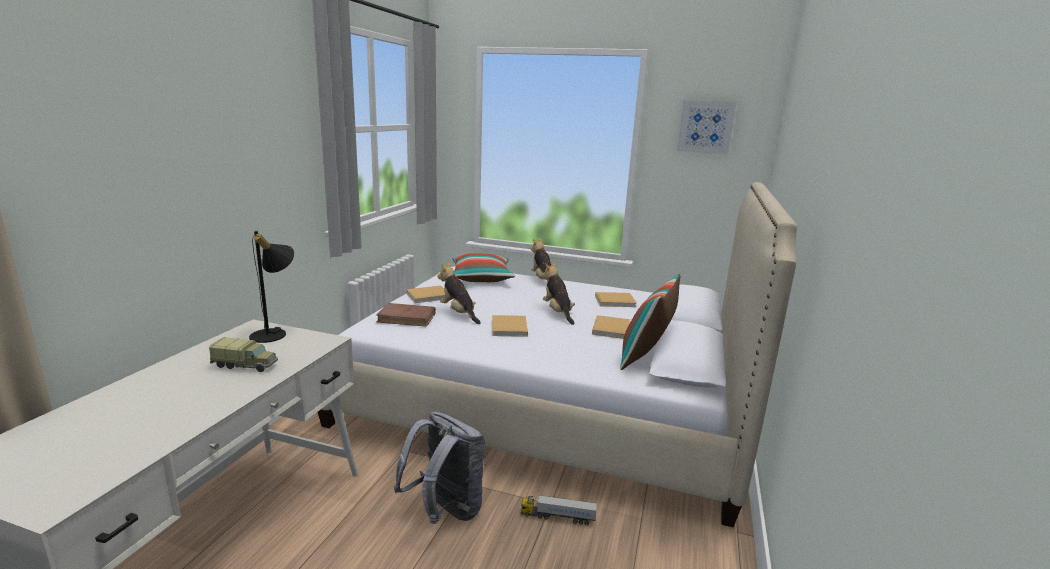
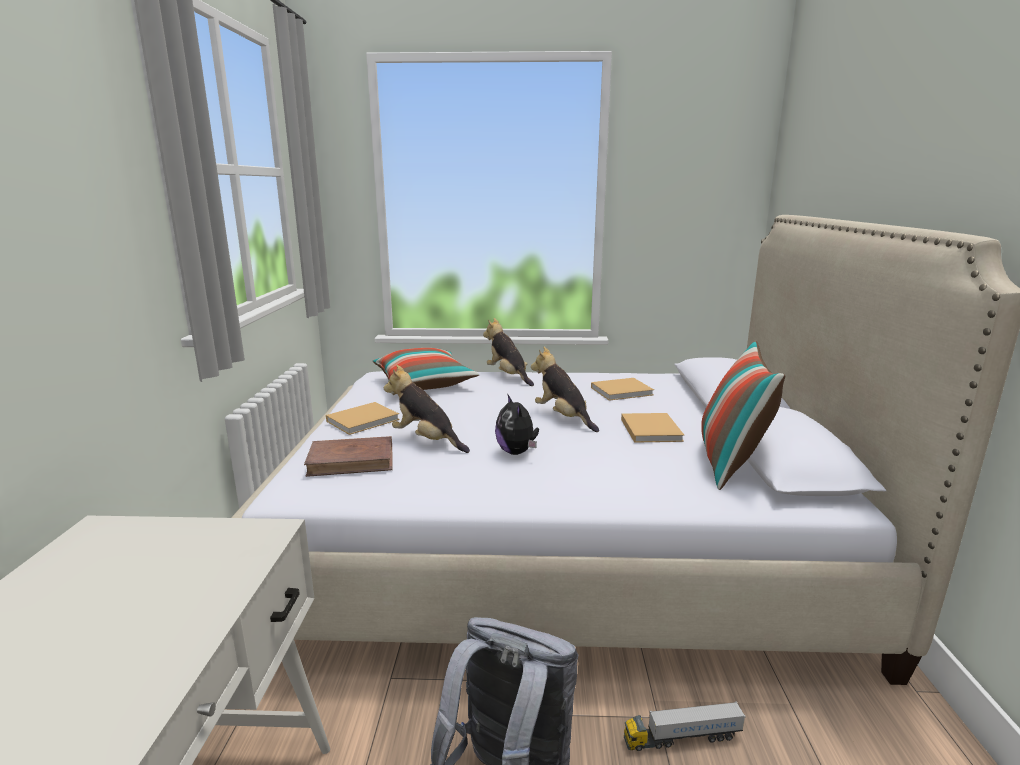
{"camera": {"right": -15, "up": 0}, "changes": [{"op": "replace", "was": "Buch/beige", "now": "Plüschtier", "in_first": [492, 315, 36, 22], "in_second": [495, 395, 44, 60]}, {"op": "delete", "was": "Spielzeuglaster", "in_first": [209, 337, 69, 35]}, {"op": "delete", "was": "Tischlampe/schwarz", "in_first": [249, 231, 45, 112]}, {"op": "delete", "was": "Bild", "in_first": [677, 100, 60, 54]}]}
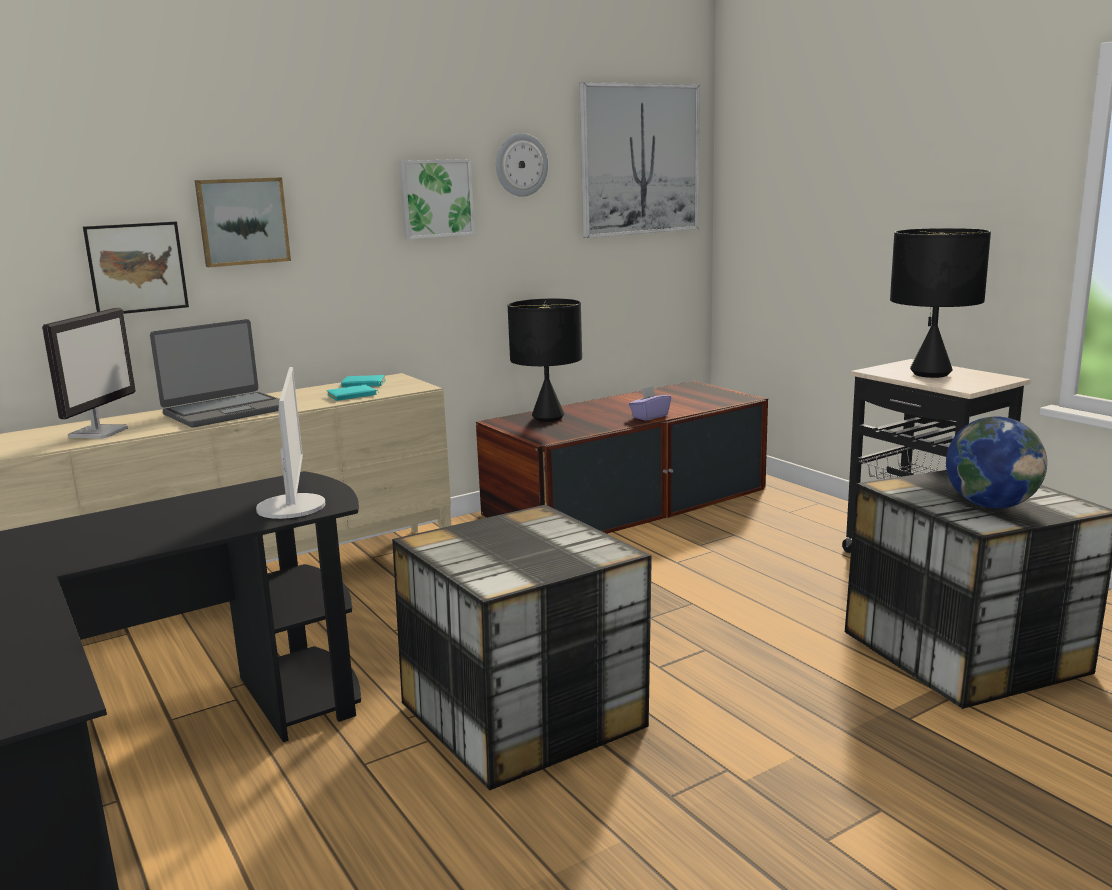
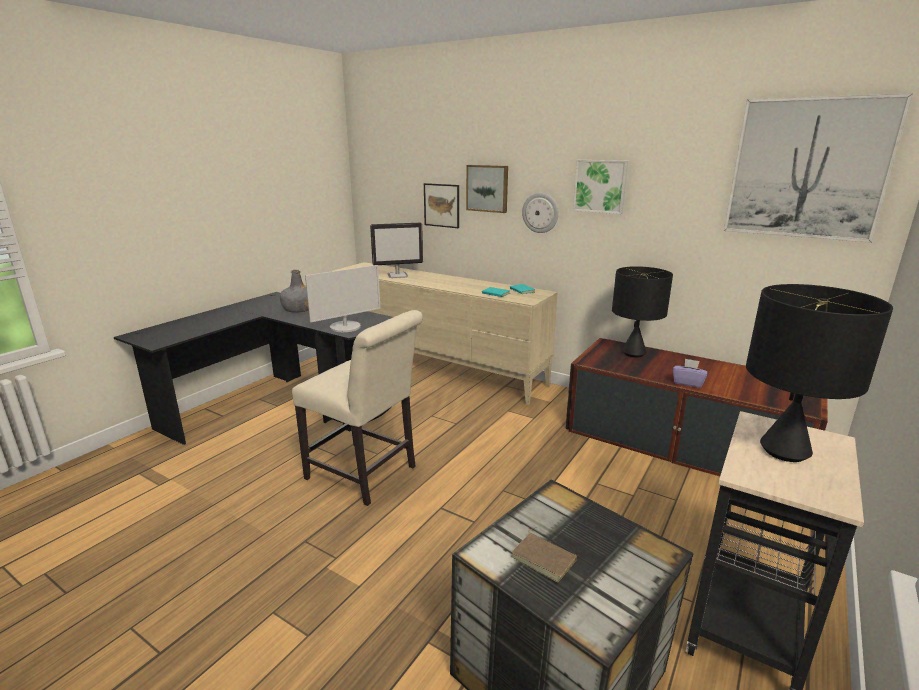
{"camera": {"right": 65, "up": 5}, "changes": [{"op": "insert", "now": "Flasche/grau", "in_second": [280, 270, 29, 43]}, {"op": "replace", "was": "Aufbewahrungsbox", "now": "Stuhl/beige", "in_first": [392, 505, 260, 285], "in_second": [292, 310, 131, 196]}, {"op": "replace", "was": "Globus", "now": "Buch/braun", "in_first": [946, 417, 101, 92], "in_second": [511, 527, 66, 56]}, {"op": "move", "was": "Wanduhr", "in_first": [496, 133, 52, 64], "in_second": [522, 193, 37, 40]}, {"op": "delete", "was": "Laptop", "in_first": [150, 319, 130, 109]}]}
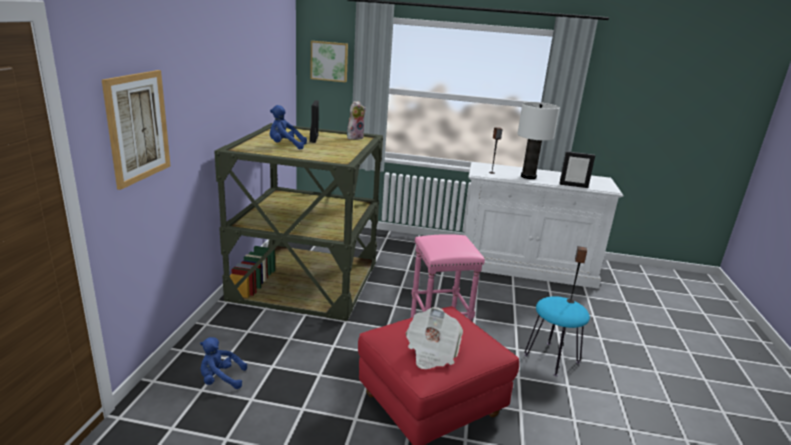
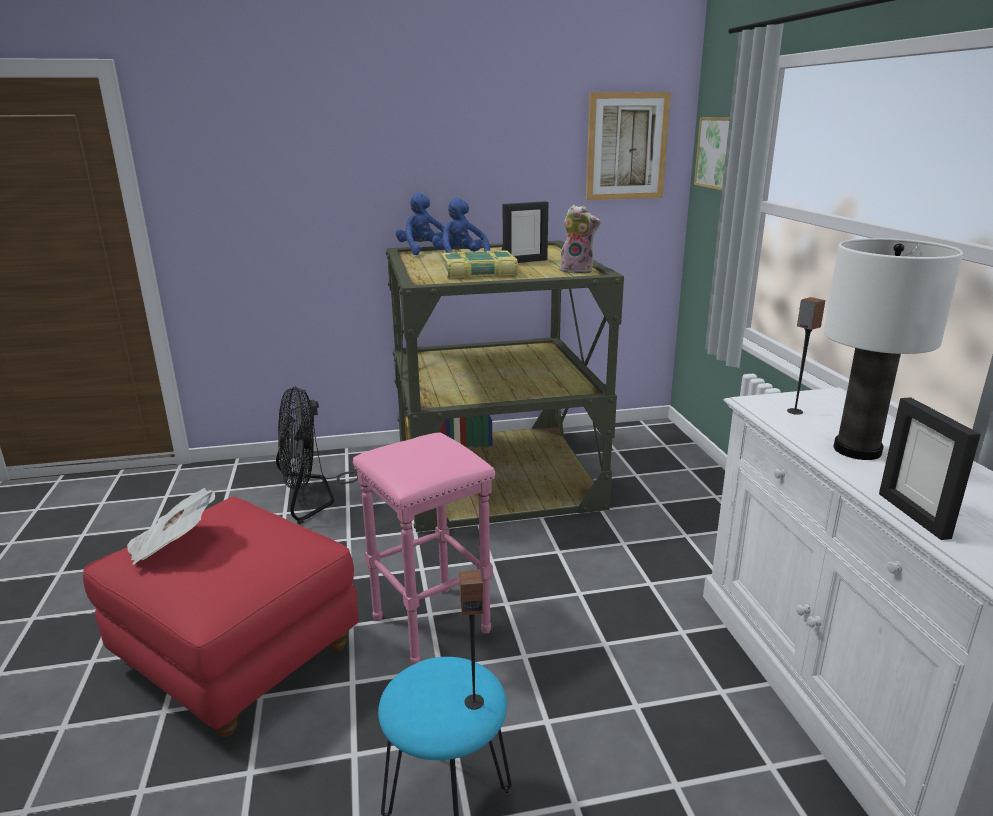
{"camera": {"right": 70, "up": 0}, "changes": [{"op": "insert", "now": "Ventilator/schwarz", "in_second": [276, 387, 82, 138]}, {"op": "move", "was": "Plüschtier/blau", "in_first": [200, 337, 47, 52], "in_second": [396, 193, 50, 62]}, {"op": "insert", "now": "Buch", "in_second": [442, 250, 76, 28]}, {"op": "move", "was": "Bild", "in_first": [102, 70, 69, 120], "in_second": [586, 92, 85, 108]}]}
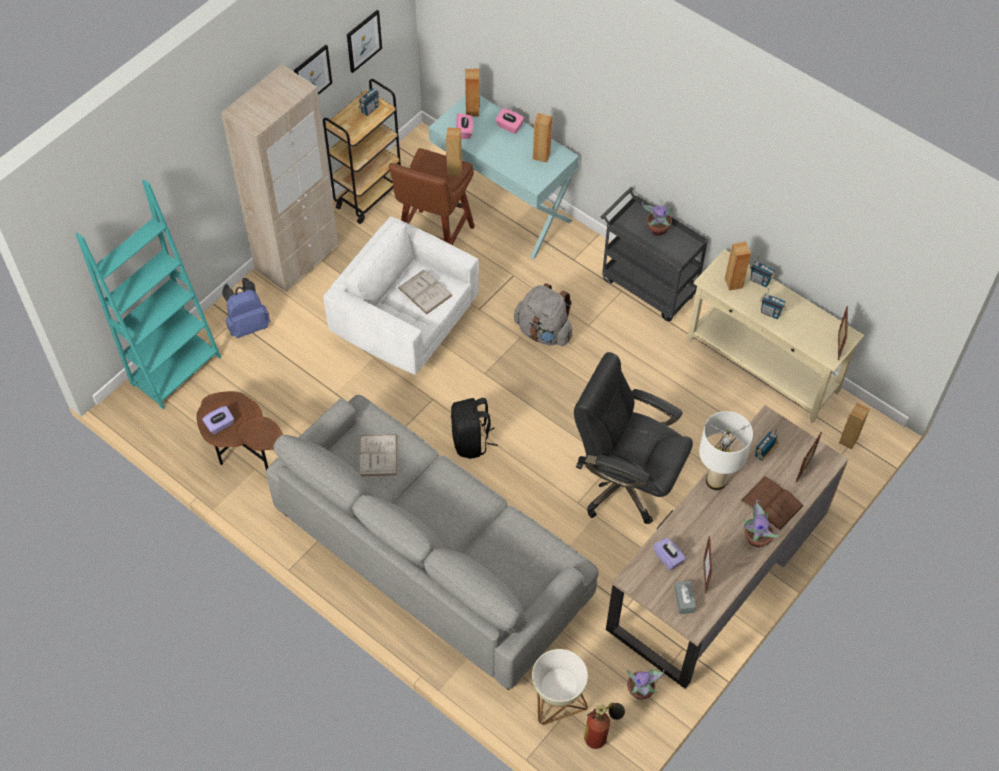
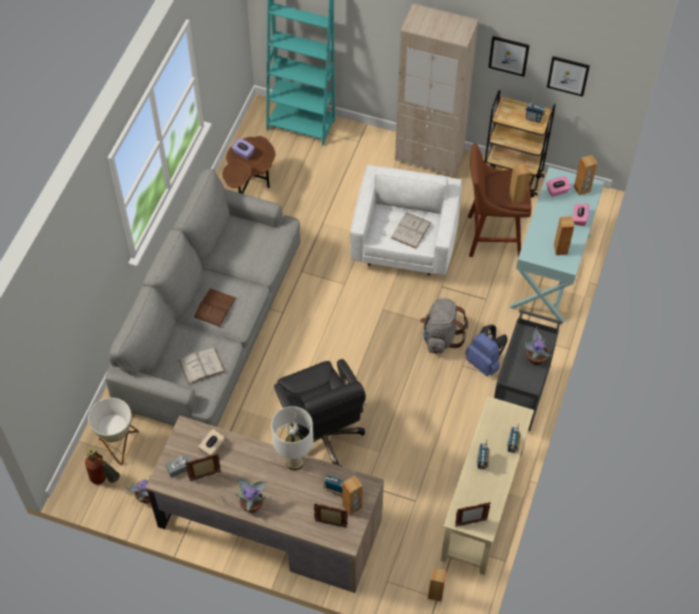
{"camera": {"right": 70, "up": 0}, "changes": [{"op": "move", "was": "Buch/weiß", "in_first": [360, 434, 37, 42], "in_second": [179, 348, 46, 36]}, {"op": "move", "was": "Buch/braun", "in_first": [741, 476, 63, 54], "in_second": [194, 288, 42, 39]}, {"op": "recolor", "was": "Taschentuchbox/lila", "now": "Taschentuchbox/beige", "in_first": [653, 538, 33, 32], "in_second": [198, 429, 26, 27]}, {"op": "rotate", "was": "Bürostuhl/schwarz", "in_first": [574, 352, 119, 172], "in_second": [274, 359, 93, 107], "clockwise": 150}, {"op": "move", "was": "Lautsprecher/braun", "in_first": [725, 241, 26, 50], "in_second": [342, 475, 21, 40]}, {"op": "move", "was": "Rucksack/blau", "in_first": [222, 278, 48, 60], "in_second": [465, 324, 43, 52]}, {"op": "delete", "was": "Rucksack/schwarz", "in_first": [451, 398, 47, 61]}]}
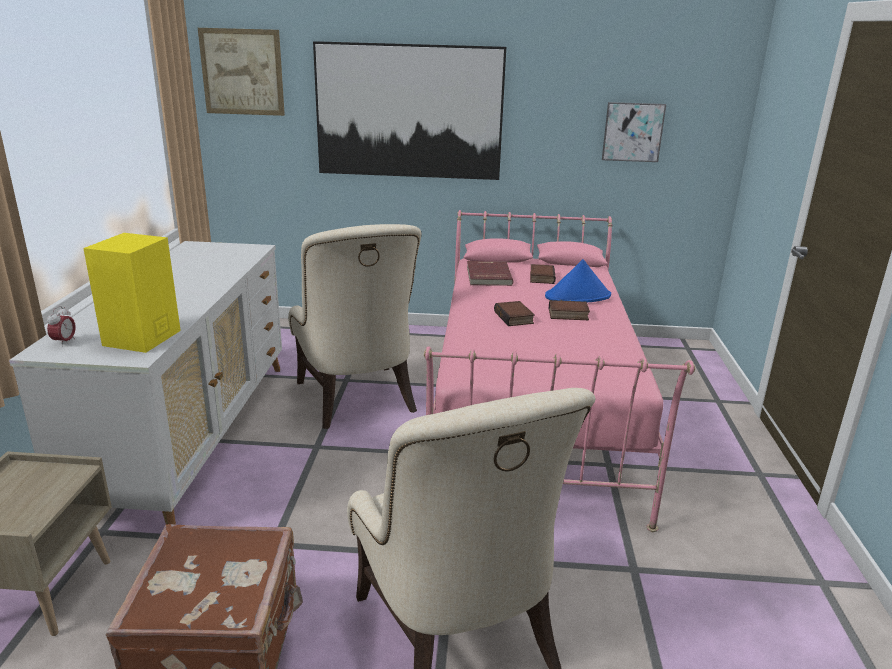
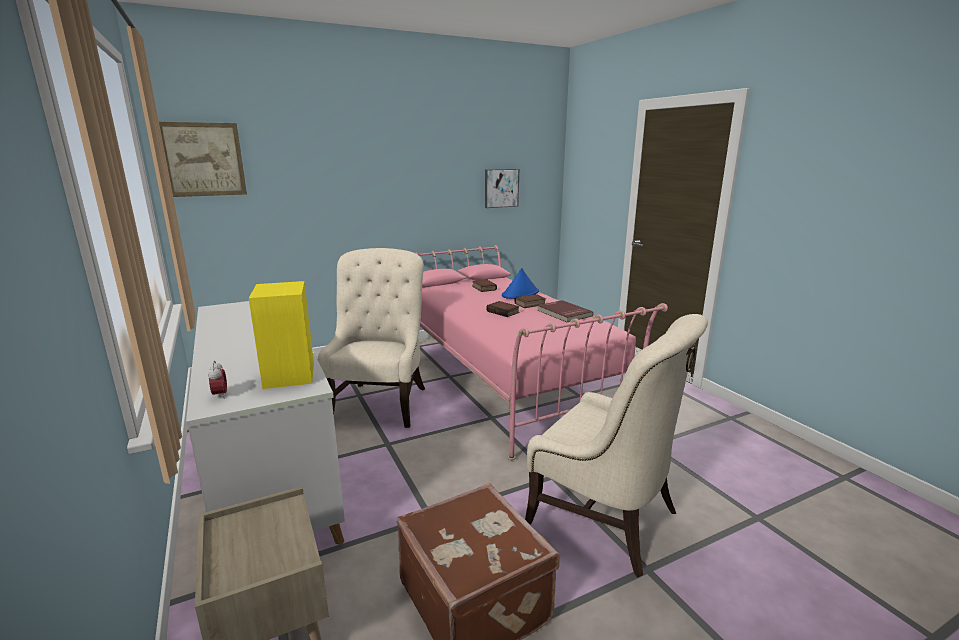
{"camera": {"right": -30, "up": -5}, "changes": [{"op": "rotate", "was": "Sessel/beige", "in_first": [288, 224, 133, 205], "in_second": [318, 248, 107, 180], "clockwise": -120}, {"op": "move", "was": "Buch/rot", "in_first": [467, 261, 46, 25], "in_second": [537, 300, 56, 22]}, {"op": "delete", "was": "Bild", "in_first": [313, 41, 193, 139]}]}
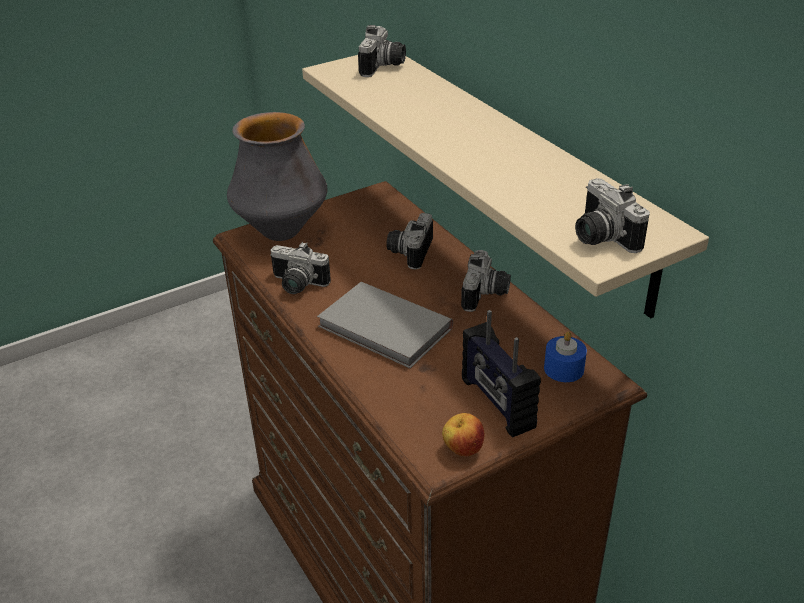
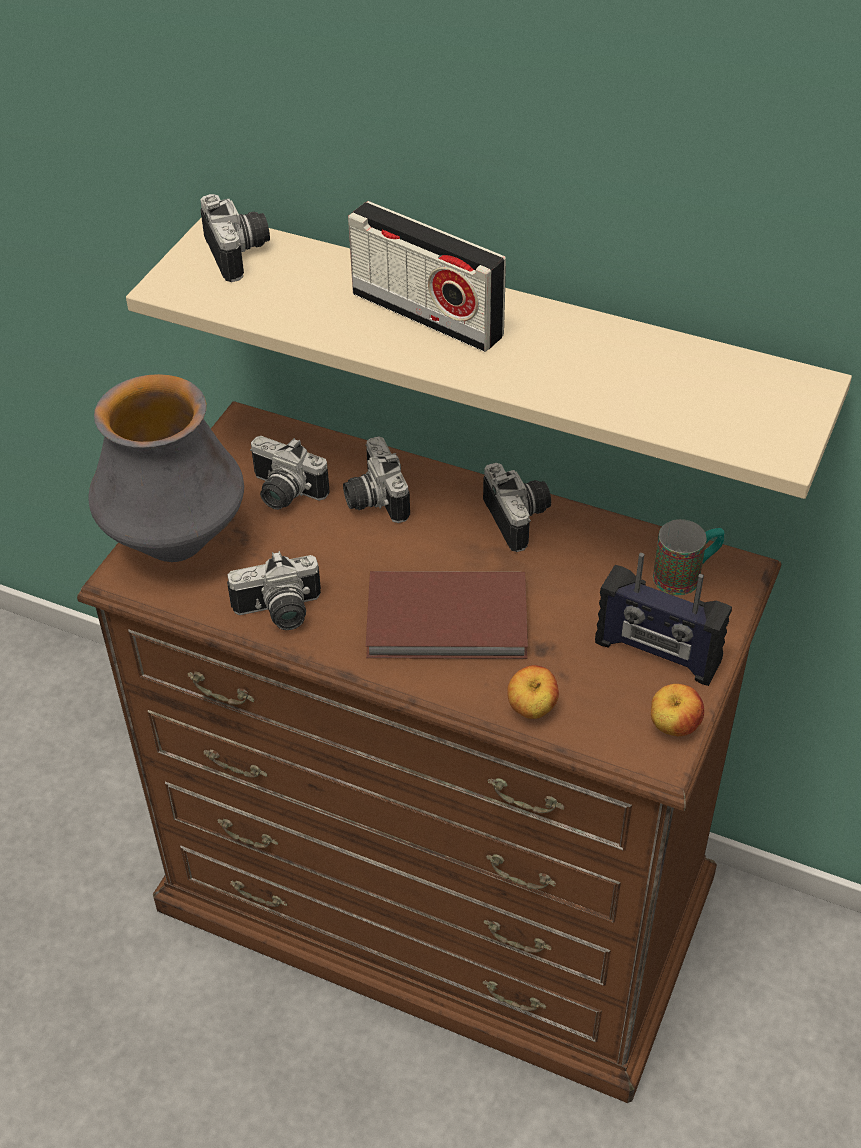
{"camera": {"right": -35, "up": 10}, "changes": [{"op": "move", "was": "Kamera", "in_first": [575, 178, 75, 75], "in_second": [250, 436, 80, 74]}, {"op": "insert", "now": "Radio", "in_second": [348, 201, 158, 151]}, {"op": "recolor", "was": "Buch/grau", "now": "Buch/braun", "in_first": [317, 282, 136, 86], "in_second": [366, 571, 162, 88]}, {"op": "insert", "now": "Apfel", "in_second": [507, 665, 52, 54]}, {"op": "replace", "was": "Kerze/blau", "now": "Henkelbecher", "in_first": [544, 331, 43, 51], "in_second": [653, 519, 72, 76]}]}
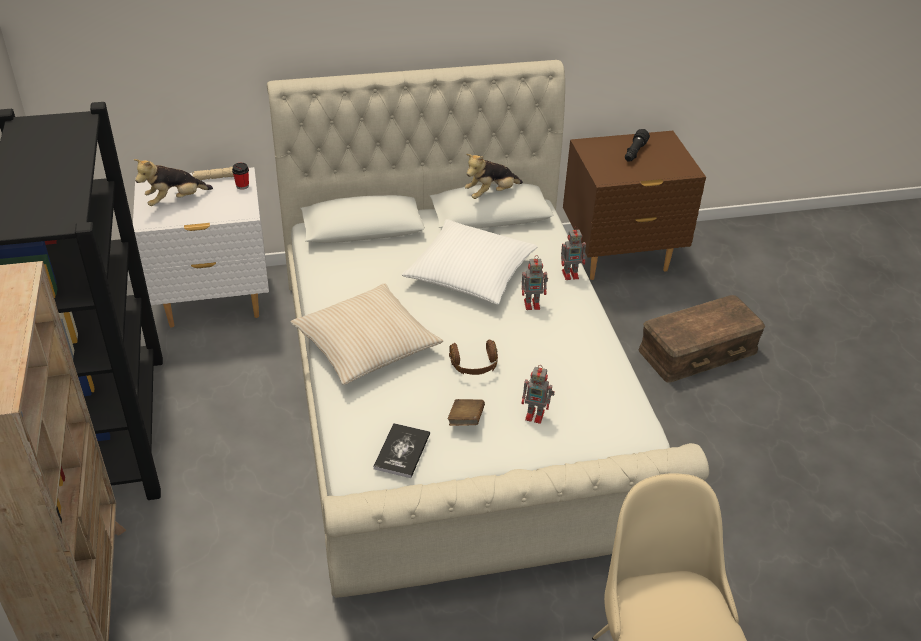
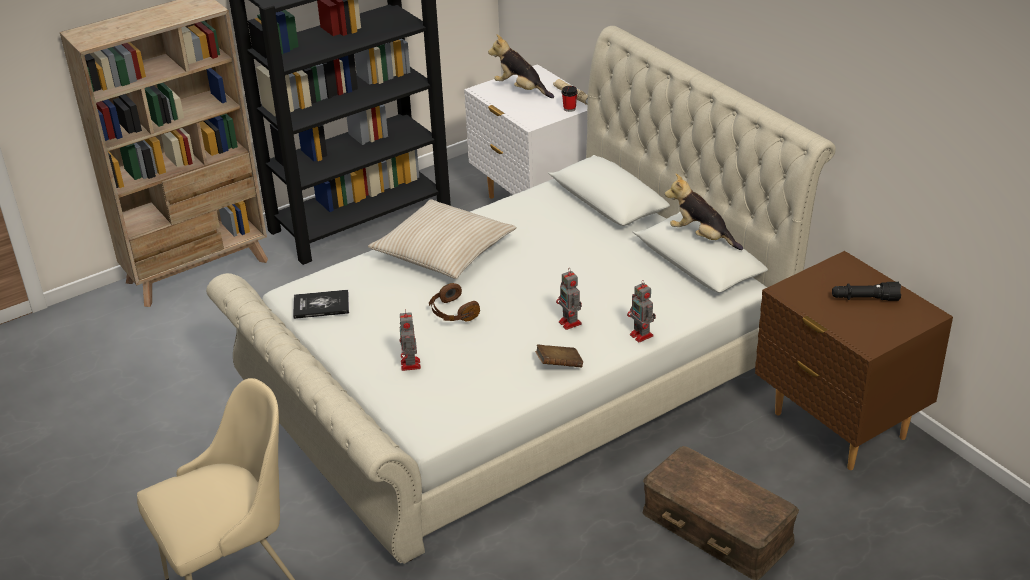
{"camera": {"right": 70, "up": -5}, "changes": [{"op": "move", "was": "Buch/braun", "in_first": [448, 399, 37, 27], "in_second": [535, 344, 48, 23]}, {"op": "delete", "was": "Kissen/weiß", "in_first": [402, 219, 136, 86]}]}
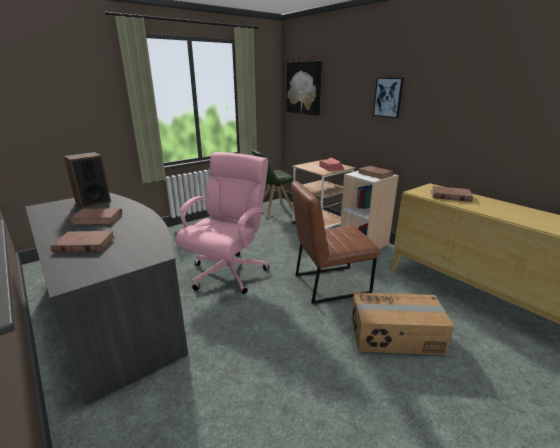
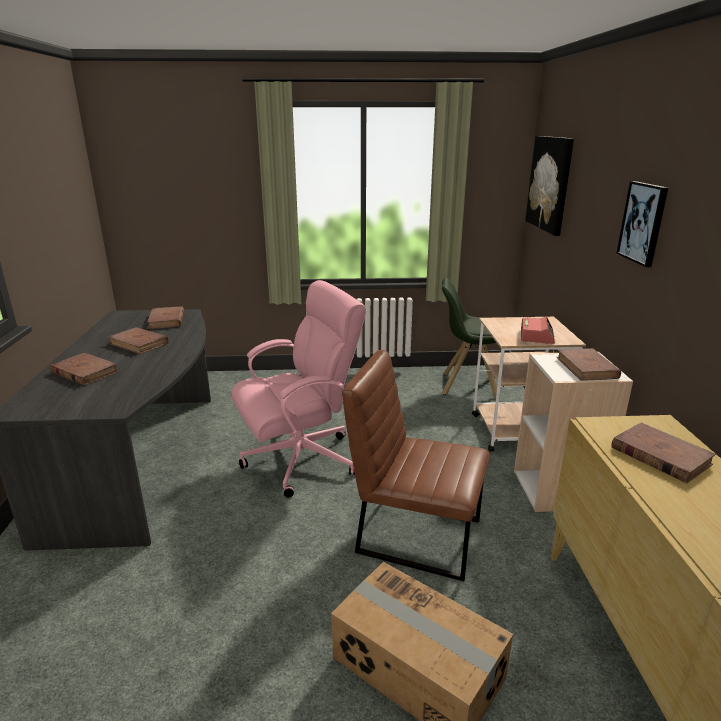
{"camera": {"right": 35, "up": 0}, "changes": [{"op": "replace", "was": "Lautsprecher", "now": "Buch/braun", "in_first": [64, 152, 47, 57], "in_second": [147, 306, 37, 23]}]}
